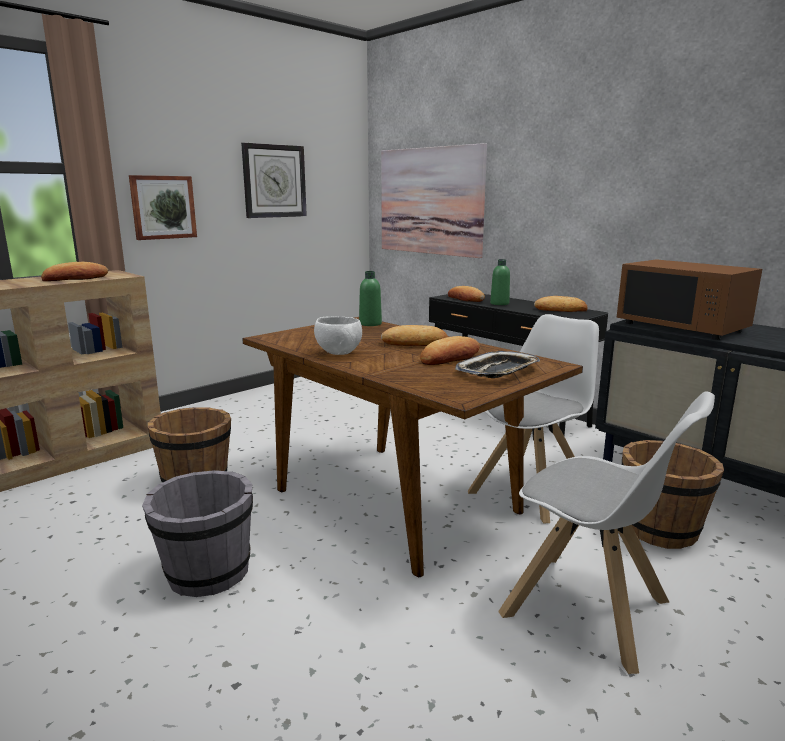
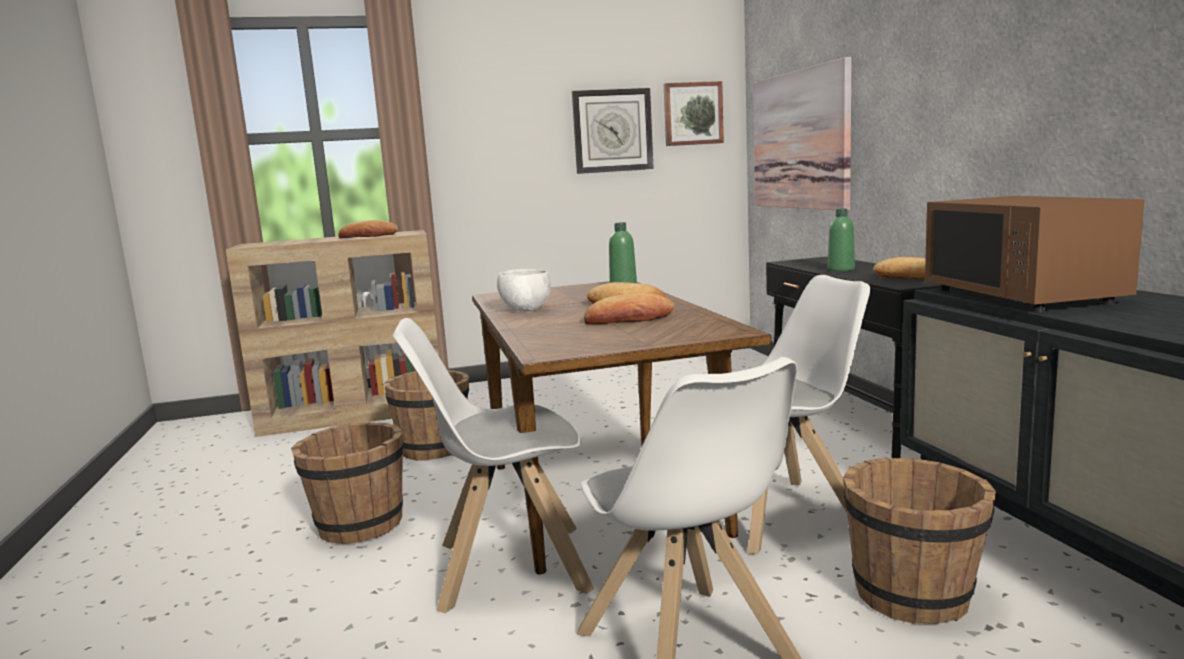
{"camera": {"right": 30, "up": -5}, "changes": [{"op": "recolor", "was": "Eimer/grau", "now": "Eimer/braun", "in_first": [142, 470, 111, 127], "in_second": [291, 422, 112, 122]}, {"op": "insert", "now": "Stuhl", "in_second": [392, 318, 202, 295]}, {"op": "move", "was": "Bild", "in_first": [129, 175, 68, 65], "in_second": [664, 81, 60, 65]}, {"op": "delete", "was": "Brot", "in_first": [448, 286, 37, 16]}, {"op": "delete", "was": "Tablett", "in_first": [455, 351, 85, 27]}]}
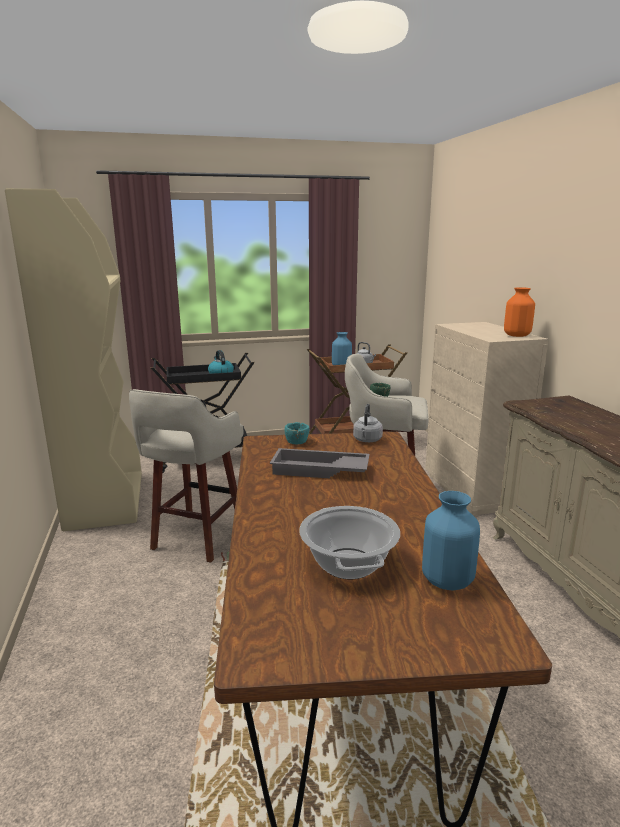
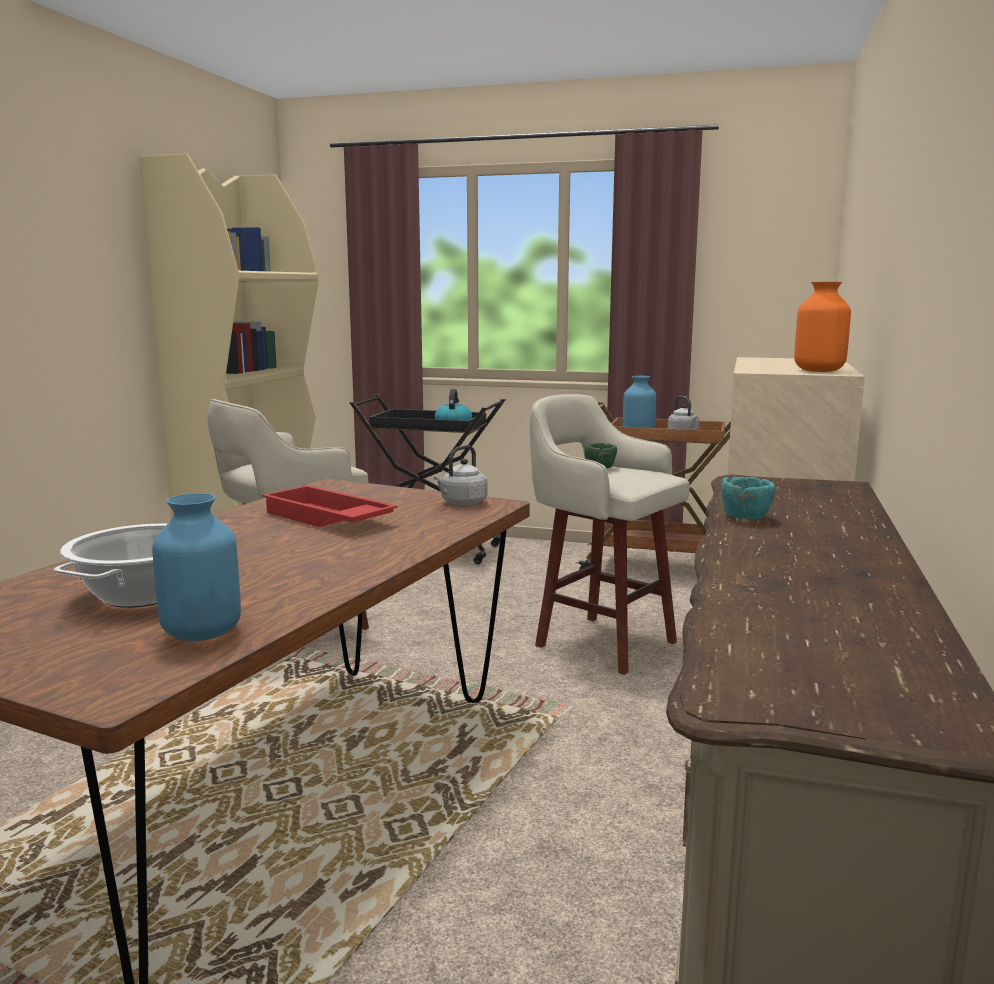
{"camera": {"right": 30, "up": -5}, "changes": [{"op": "recolor", "was": "Tablett/grau", "now": "Tablett/rot", "in_first": [270, 448, 100, 30], "in_second": [262, 485, 136, 42]}, {"op": "move", "was": "Schüssel/türkis", "in_first": [285, 422, 25, 22], "in_second": [721, 477, 54, 43]}]}
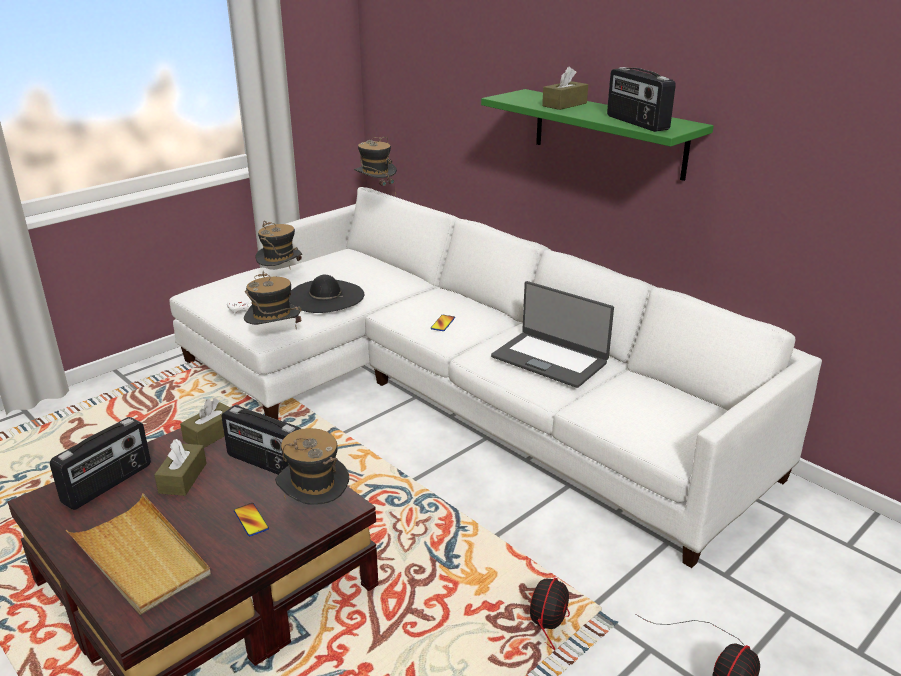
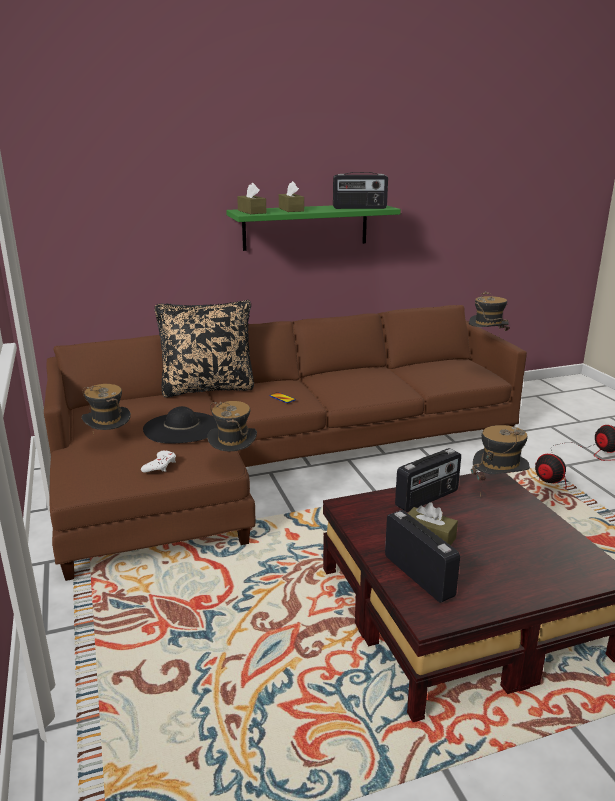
{"camera": {"right": -65, "up": -5}, "changes": [{"op": "recolor", "was": "Sofa/weiß", "now": "Sofa/braun", "in_first": [169, 187, 653, 381], "in_second": [44, 305, 483, 276]}, {"op": "insert", "now": "Kissen/schwarz", "in_second": [154, 300, 100, 98]}, {"op": "move", "was": "Taschentuchbox/braun", "in_first": [180, 398, 51, 50], "in_second": [237, 183, 29, 31]}, {"op": "move", "was": "Hut", "in_first": [354, 137, 43, 59], "in_second": [469, 291, 40, 41]}, {"op": "delete", "was": "Tablett/beige", "in_first": [66, 493, 145, 122]}, {"op": "delete", "was": "Handy", "in_first": [234, 503, 35, 33]}, {"op": "delete", "was": "Laptop", "in_first": [491, 281, 123, 107]}]}
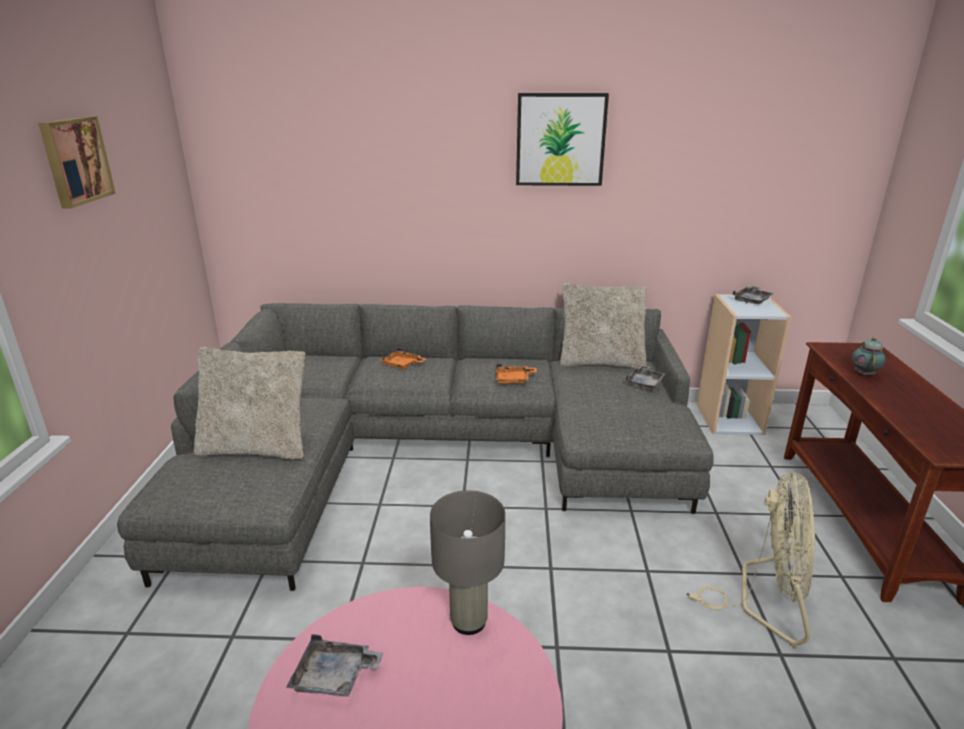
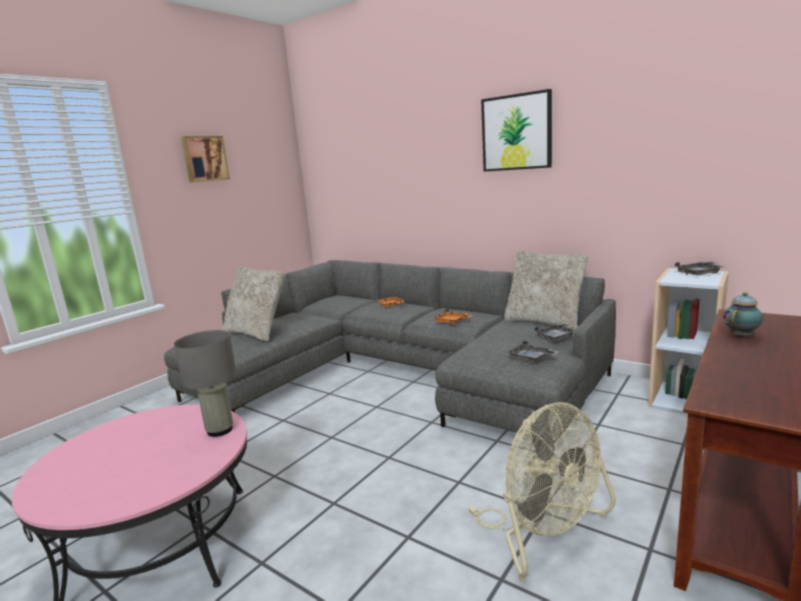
{"camera": {"right": 35, "up": -10}, "changes": [{"op": "move", "was": "Tablett/grau", "in_first": [286, 634, 97, 63], "in_second": [506, 341, 53, 22]}]}
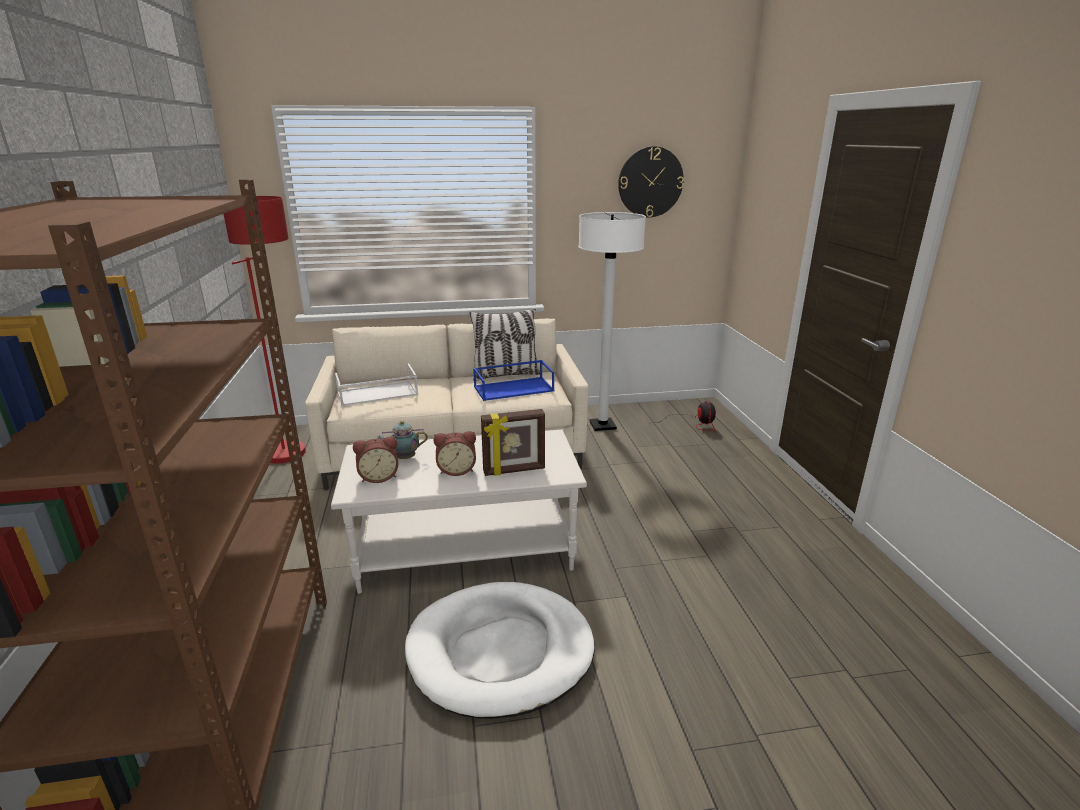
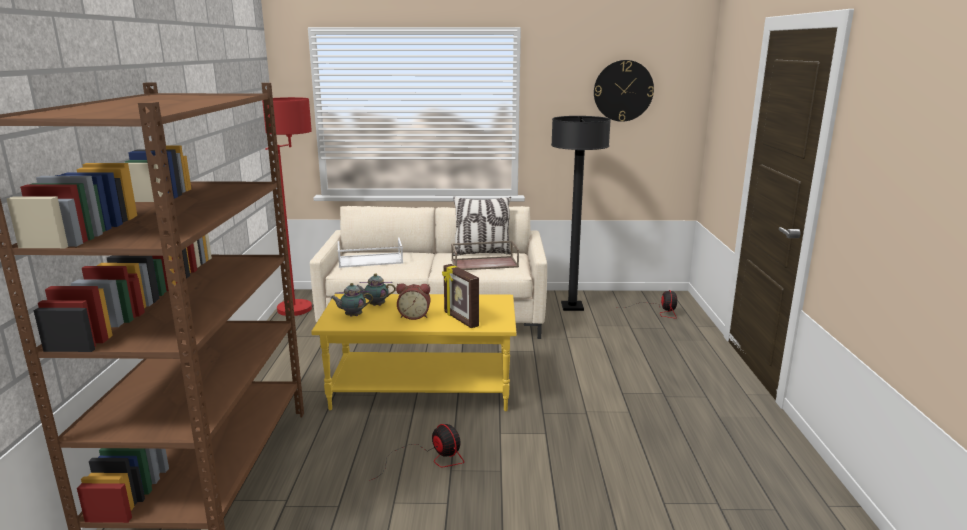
{"camera": {"right": 10, "up": -5}, "changes": [{"op": "recolor", "was": "Couchtisch/weiß", "now": "Couchtisch/gelb", "in_first": [331, 430, 256, 164], "in_second": [311, 294, 206, 117]}, {"op": "replace", "was": "Wecker", "now": "Teekanne", "in_first": [353, 436, 45, 47], "in_second": [330, 283, 43, 34]}, {"op": "replace", "was": "Hundebett/weiß", "now": "Ventilator", "in_first": [405, 582, 190, 137], "in_second": [369, 424, 95, 57]}, {"op": "rotate", "was": "Bilderrahmen", "in_first": [481, 409, 64, 67], "in_second": [442, 264, 37, 64], "clockwise": 60}, {"op": "recolor", "was": "Tablett/blau", "now": "Tablett/braun", "in_first": [473, 360, 81, 41], "in_second": [451, 241, 68, 29]}, {"op": "recolor", "was": "Stehlampe/weiß", "now": "Stehlampe/schwarz", "in_first": [578, 212, 68, 219], "in_second": [551, 116, 60, 195]}]}
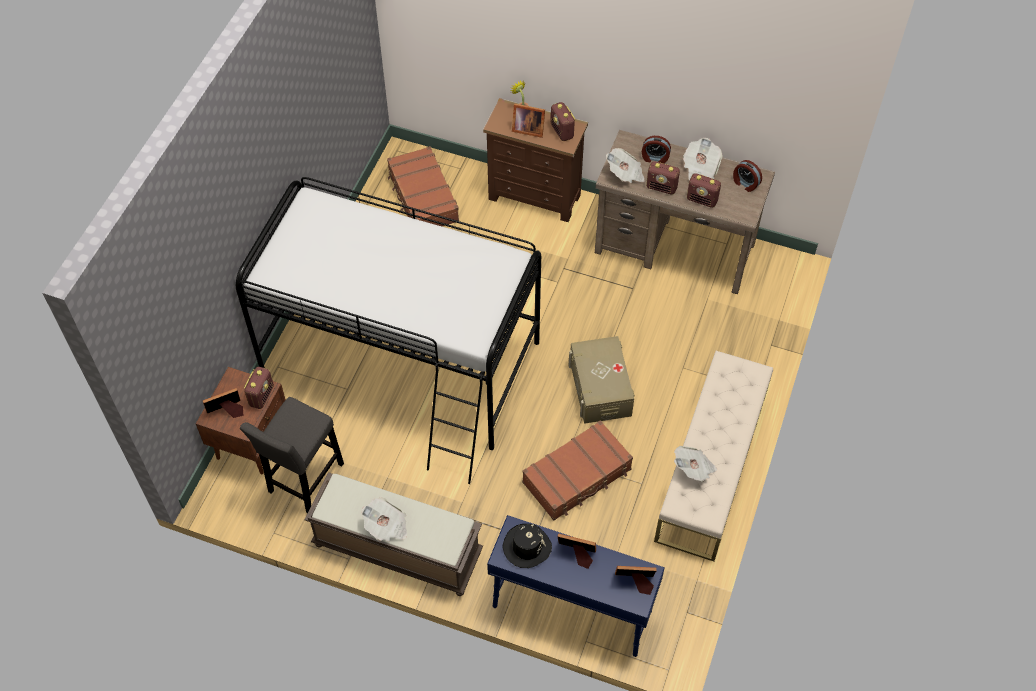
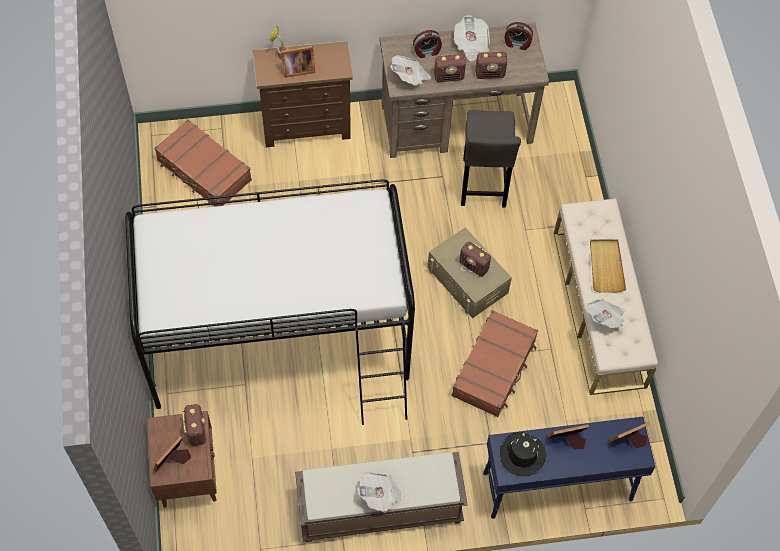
{"camera": {"right": -30, "up": 5}, "changes": [{"op": "move", "was": "Radio", "in_first": [551, 102, 25, 39], "in_second": [459, 242, 32, 35]}, {"op": "move", "was": "Hocker/grau", "in_first": [240, 397, 104, 116], "in_second": [461, 110, 60, 98]}, {"op": "insert", "now": "Tablett/beige", "in_second": [590, 239, 36, 54]}]}
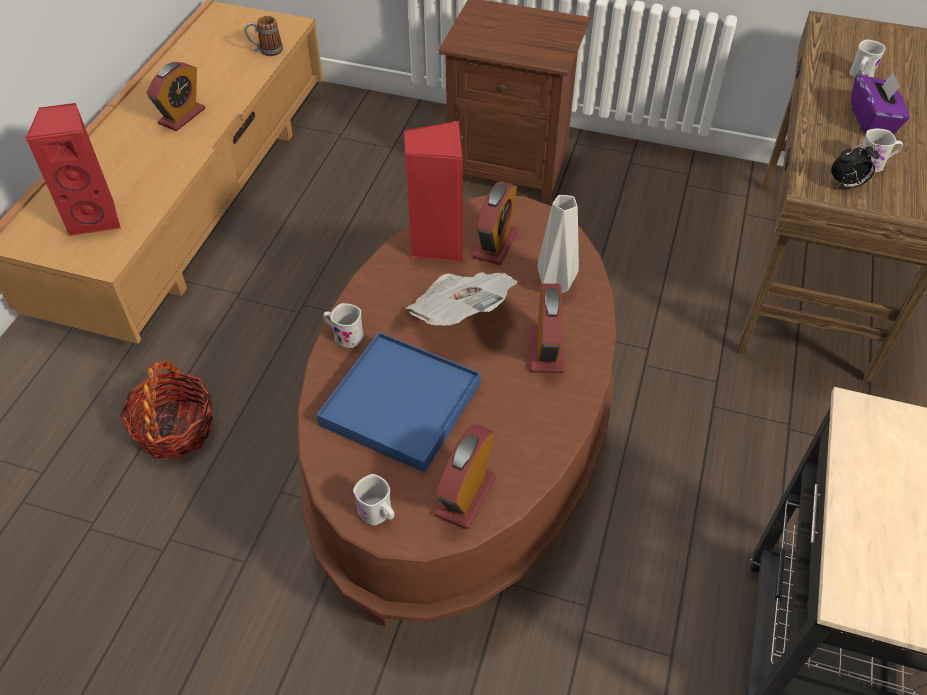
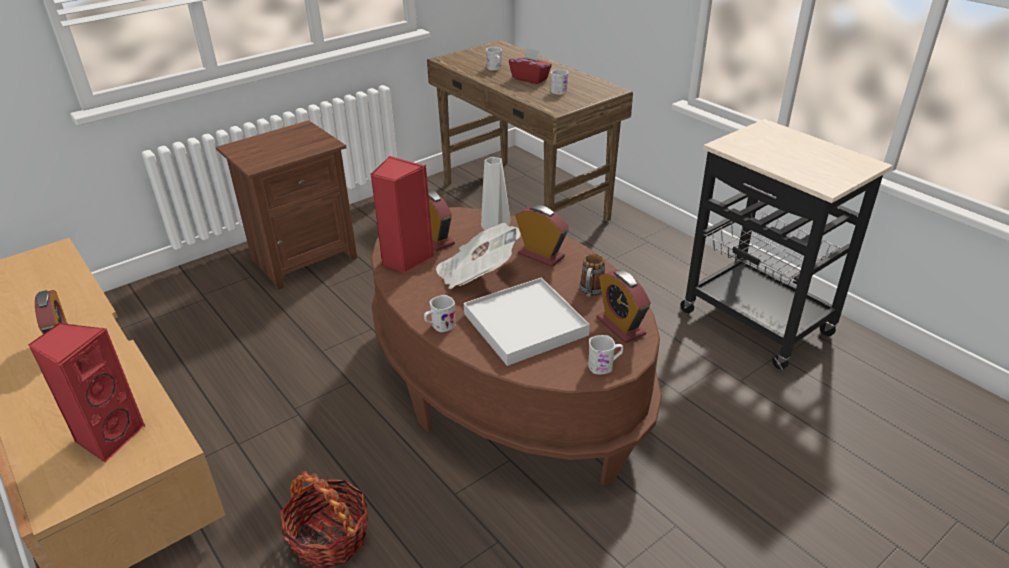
{"camera": {"right": -55, "up": -15}, "changes": [{"op": "recolor", "was": "Tablett/blau", "now": "Tablett/weiß", "in_first": [317, 332, 164, 141], "in_second": [464, 277, 126, 89]}, {"op": "recolor", "was": "Taschentuchbox/lila", "now": "Taschentuchbox/rot", "in_first": [851, 71, 59, 63], "in_second": [509, 48, 43, 36]}, {"op": "move", "was": "Henkelbecher", "in_first": [244, 16, 39, 40], "in_second": [580, 254, 25, 44]}, {"op": "delete", "was": "Wecker", "in_first": [831, 143, 48, 45]}]}
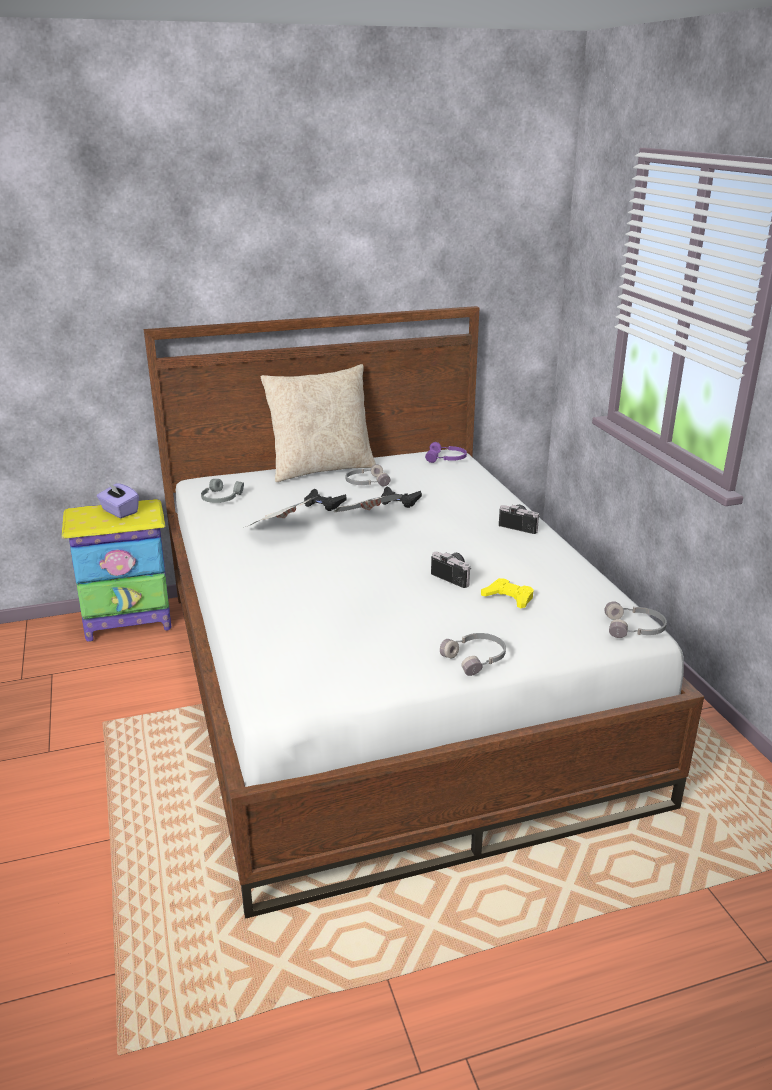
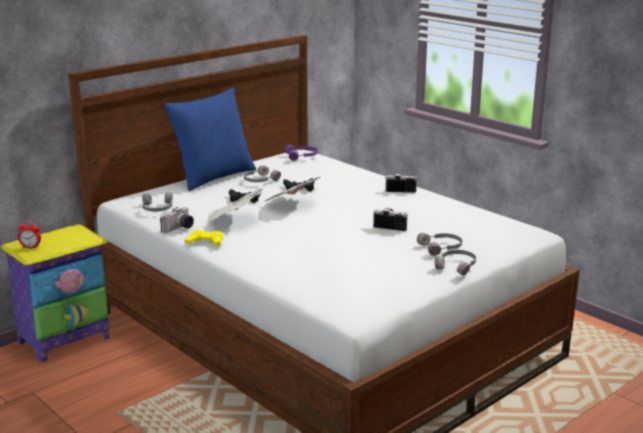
{"camera": {"right": -25, "up": -5}, "changes": [{"op": "insert", "now": "Wecker", "in_second": [18, 220, 23, 28]}, {"op": "insert", "now": "Kamera", "in_second": [160, 207, 34, 26]}, {"op": "recolor", "was": "Kissen/beige", "now": "Kissen/blau", "in_first": [261, 364, 115, 118], "in_second": [164, 87, 92, 104]}, {"op": "move", "was": "Gamepad/gelb", "in_first": [481, 578, 52, 30], "in_second": [184, 230, 39, 16]}, {"op": "move", "was": "Kopfhörer/grau", "in_first": [604, 601, 63, 37], "in_second": [417, 233, 45, 23]}, {"op": "delete", "was": "Taschentuchbox/lila", "in_first": [97, 481, 42, 37]}]}
